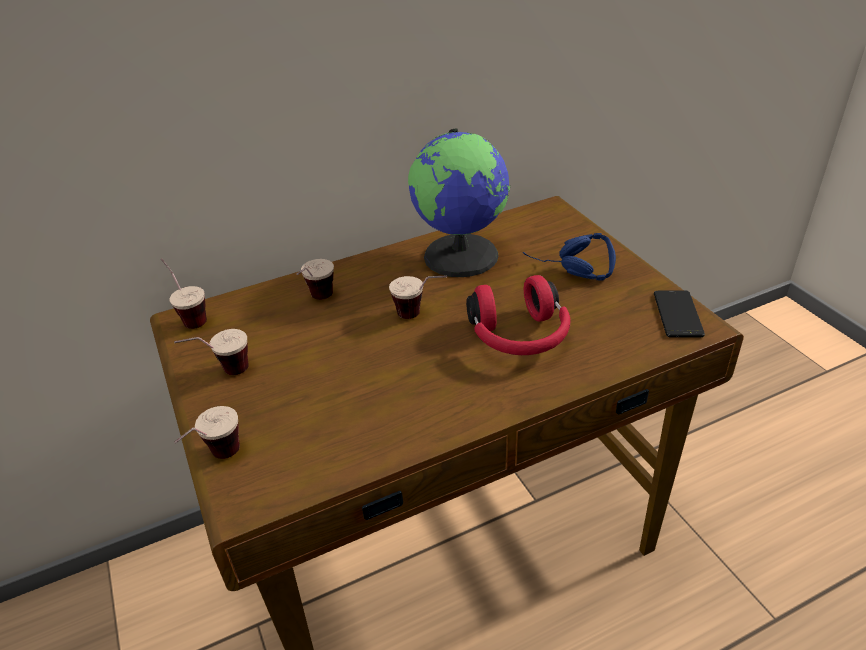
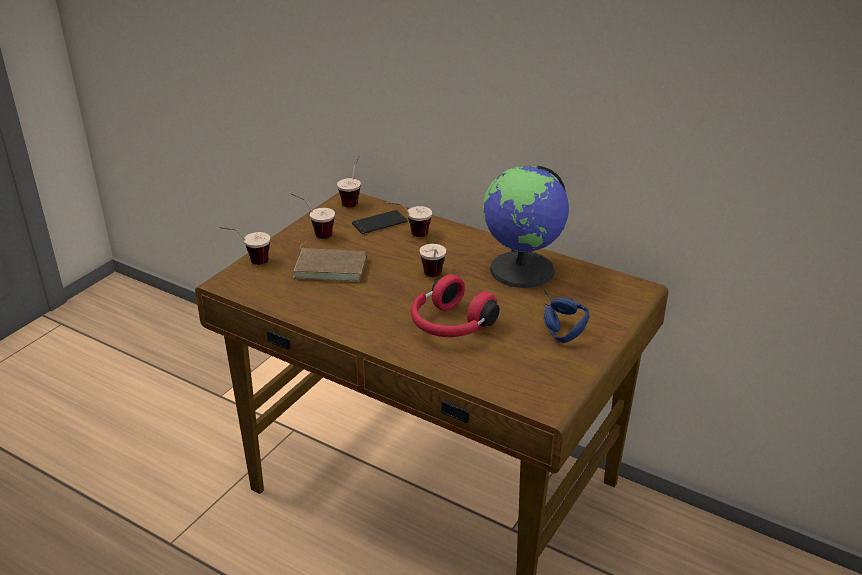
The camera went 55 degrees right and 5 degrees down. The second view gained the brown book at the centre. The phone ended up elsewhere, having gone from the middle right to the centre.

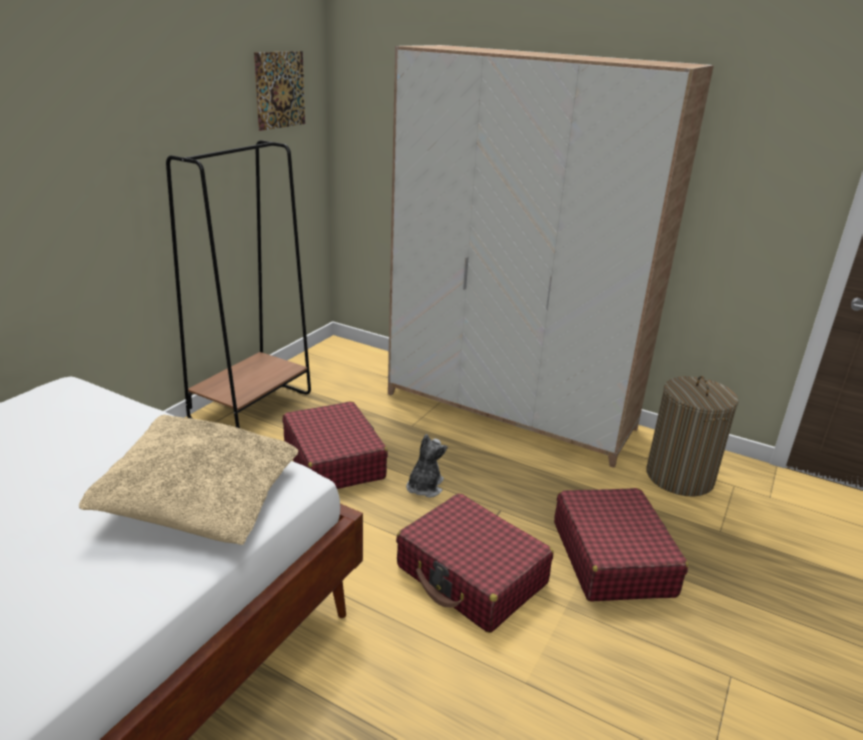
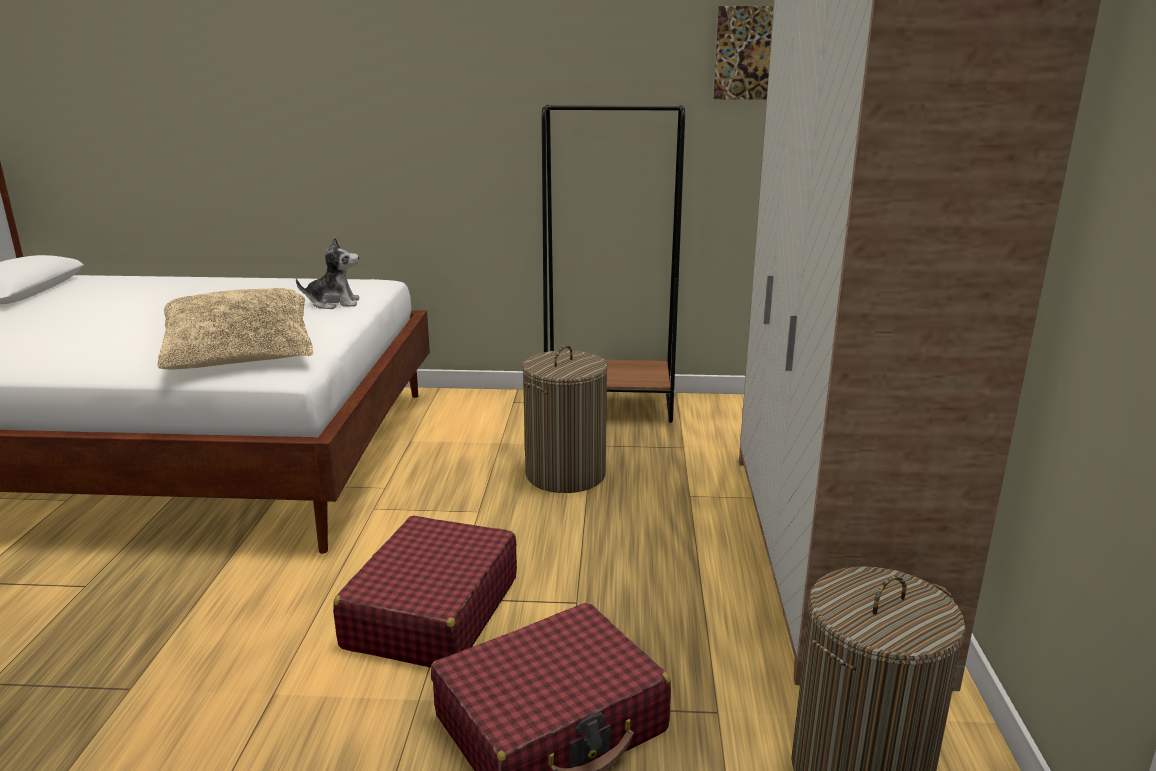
The camera went 65 degrees right and 5 degrees down. The plush toy ended up elsewhere, having gone from the centre to the middle left. Where the red suitcase (no. 1 from left) stood at the centre, the laundry basket (no. 1 from left) came to stand at the centre.

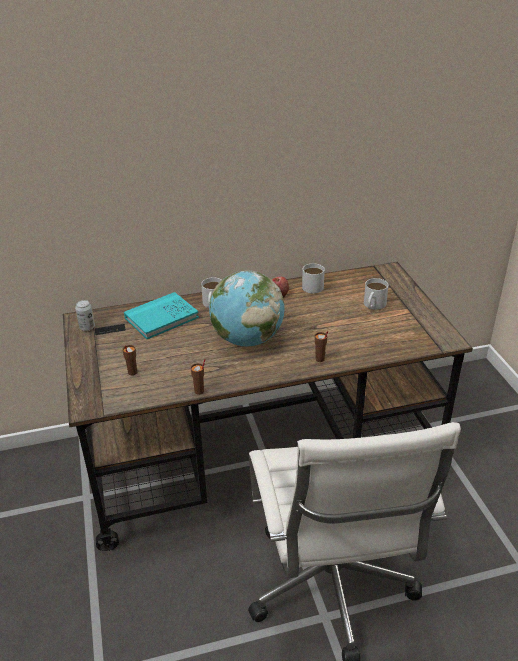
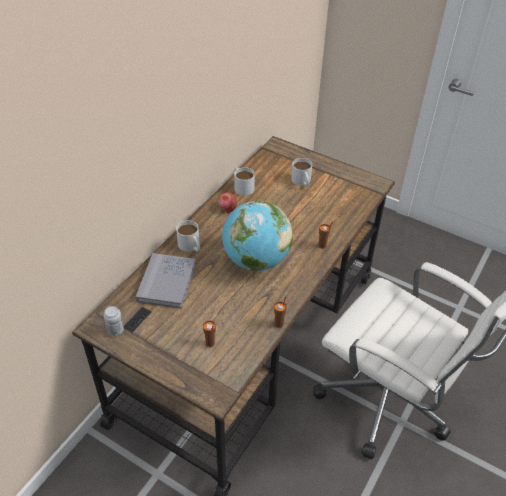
The camera went 45 degrees left and 10 degrees up. What was the turquoise book at the middle left turned into the grey book at the middle left.

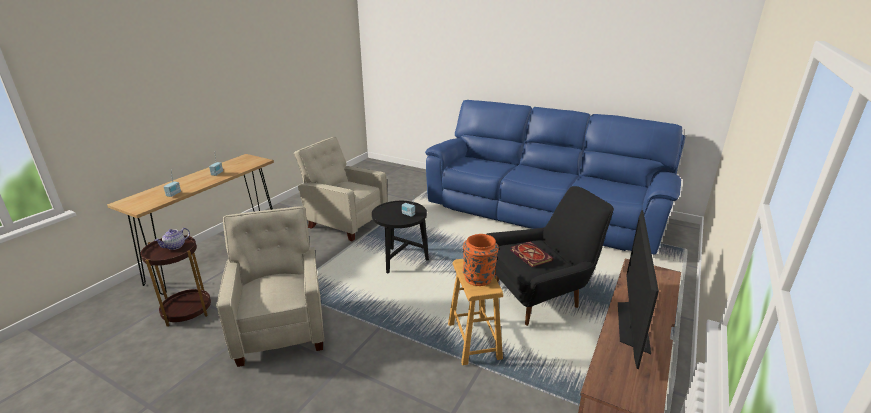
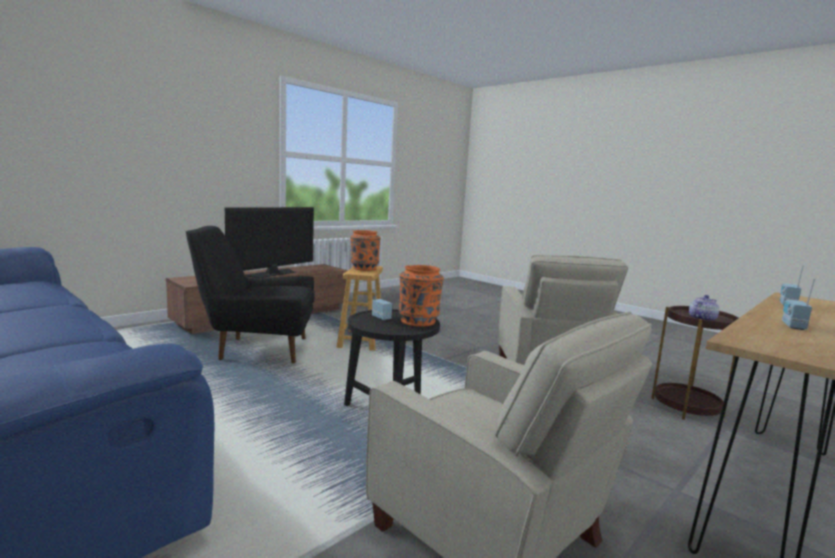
The camera went 165 degrees left and 15 degrees down. The second view lost the book at the centre. The second view gained the orange vase (no. 2 from left) at the centre.

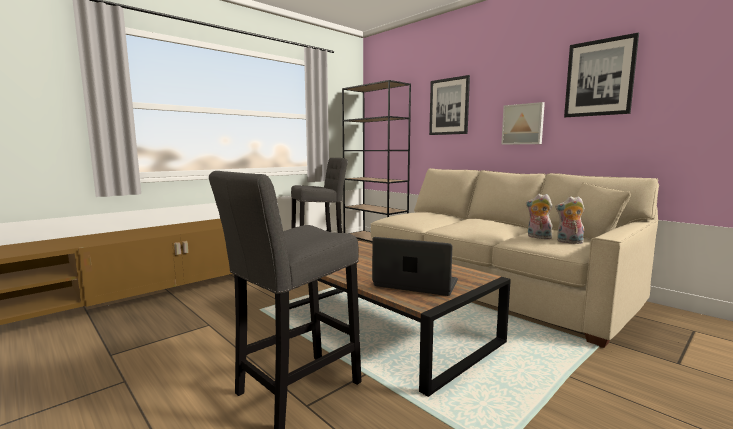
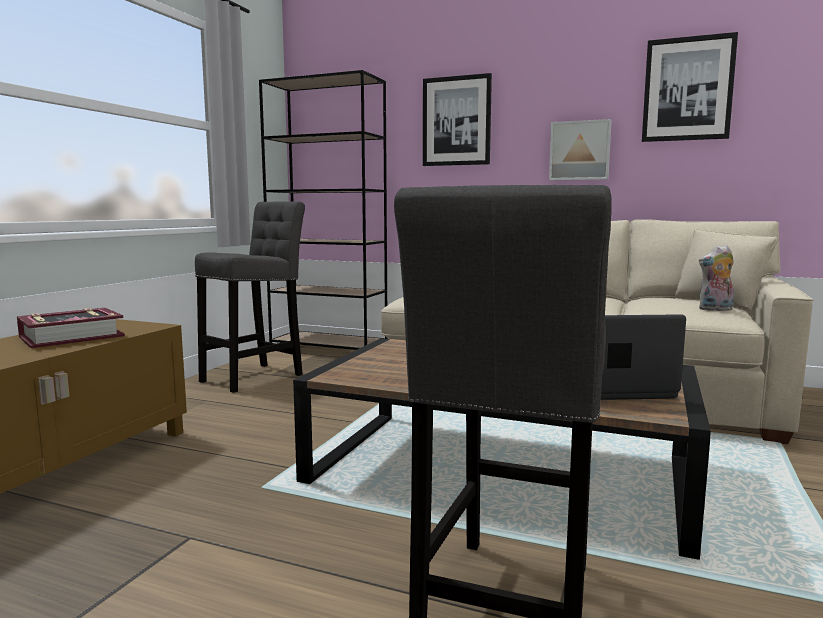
The camera went 25 degrees left and 0 degrees up. The second view lost the plush toy (no. 1 from left) at the middle right. The second view gained the book at the middle left.

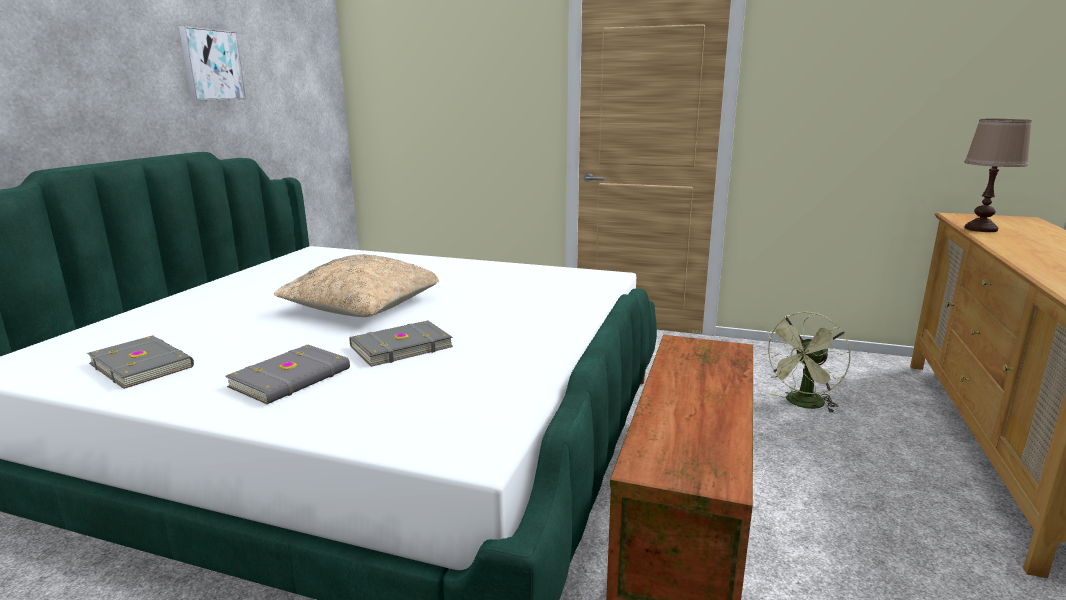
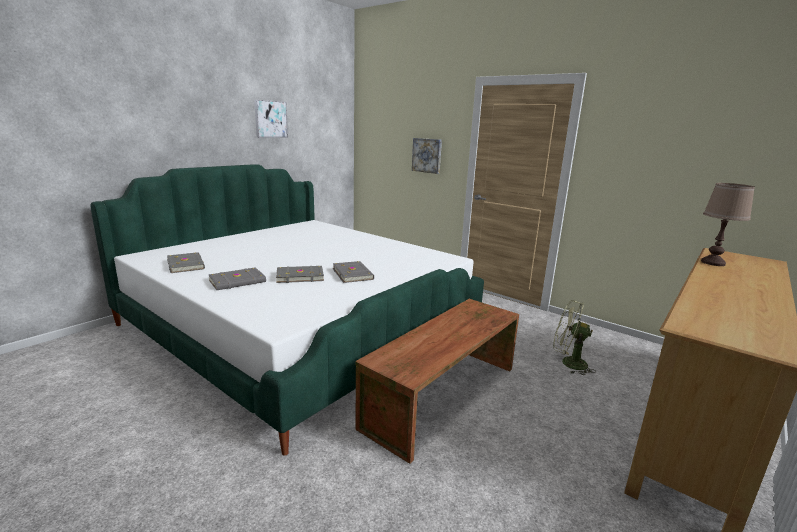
The camera went 20 degrees right and 0 degrees up. The second view lost the beige pillow at the centre. The second view gained the grey book (no. 4 from left) at the centre. The second view gained the picture (no. 2 from left) at the top centre. The green fan at the middle right ended up facing another way, 45 degrees clockwise from before.

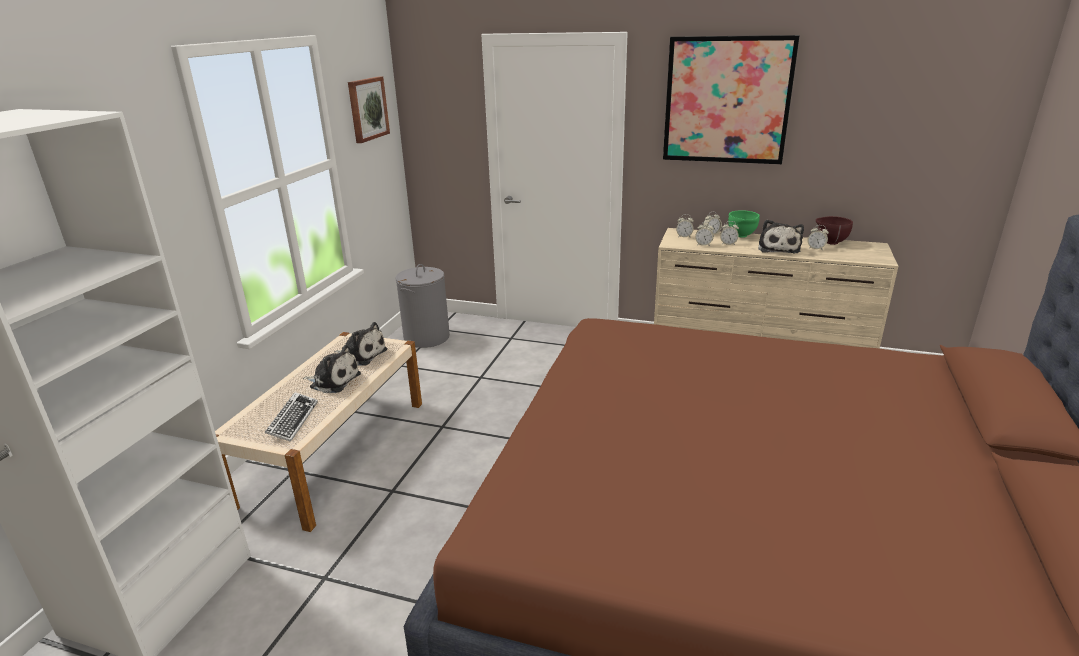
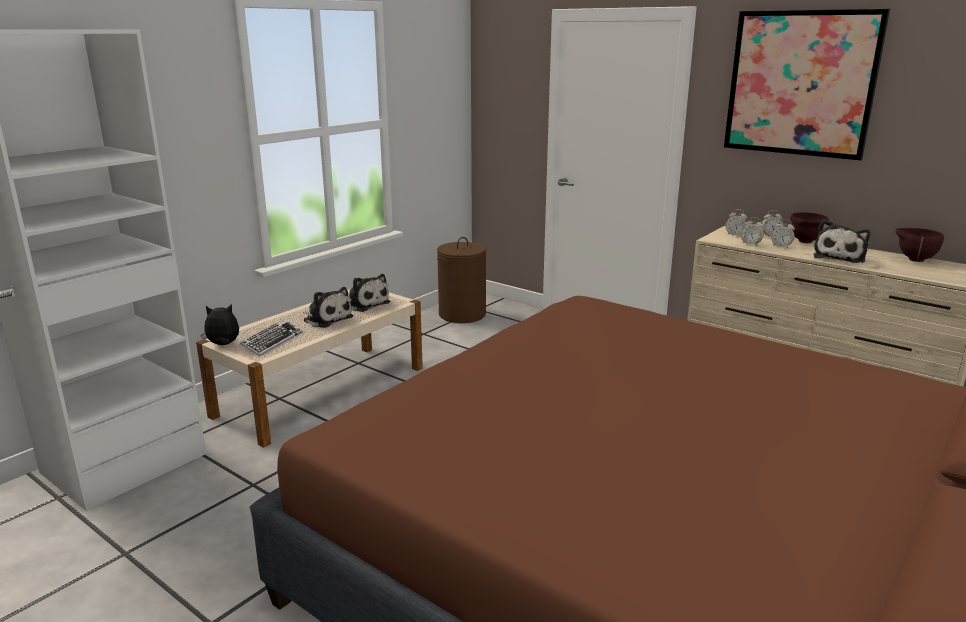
The camera went 20 degrees right and 5 degrees down. The second view lost the picture (no. 1 from left) at the top centre. The second view lost the alarm clock (no. 5 from left) at the middle right. The second view gained the plush toy (no. 1 from left) at the middle left. What was the grey laundry basket at the centre turned into the brown laundry basket at the centre. What was the green bowl at the middle right turned into the brown bowl (no. 1 from left) at the middle right.

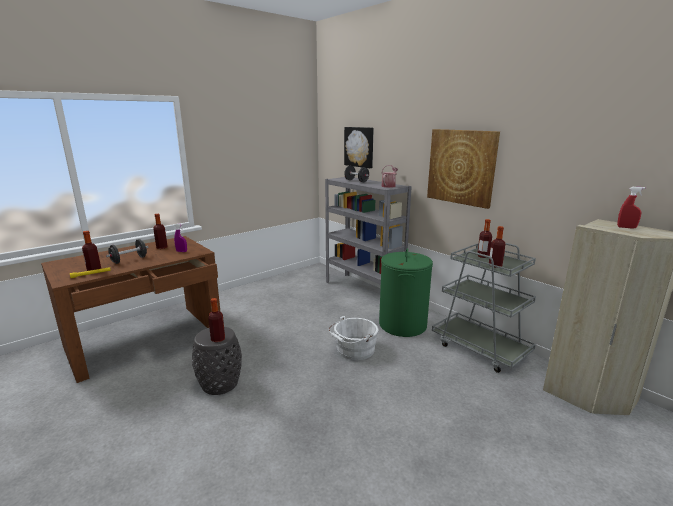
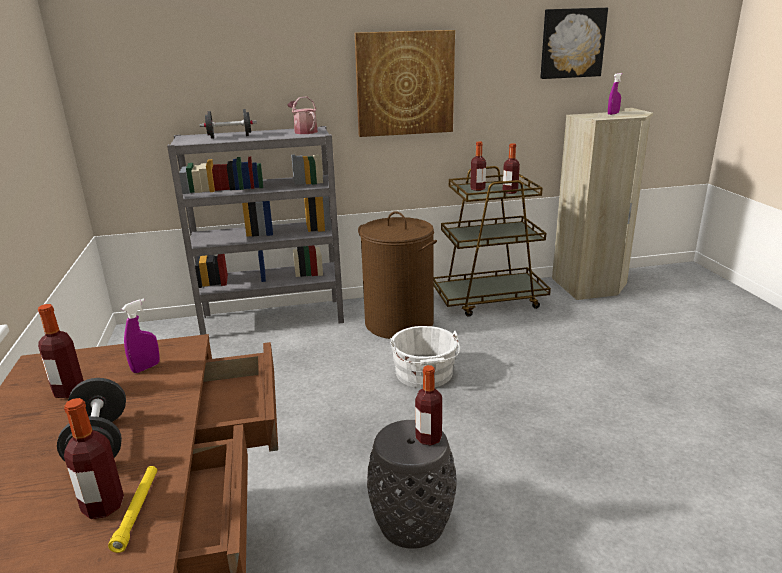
The camera went 60 degrees left and 5 degrees up. The picture (no. 1 from left in the first image) ended up elsewhere, having gone from the top centre to the top right. What was the green laundry basket at the centre turned into the brown laundry basket at the centre. What was the grey cart at the middle right turned into the brown cart at the centre. What was the red spray bottle at the middle right turned into the purple spray bottle (no. 2 from left) at the top right.

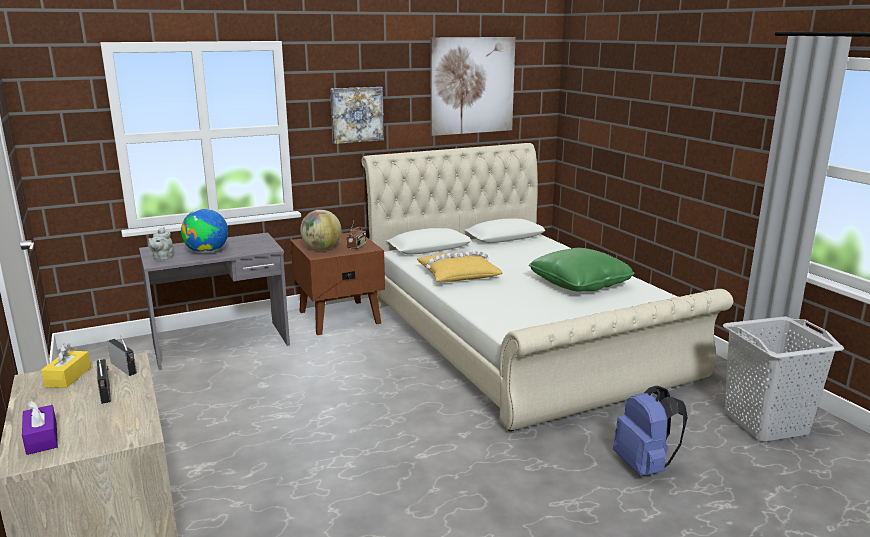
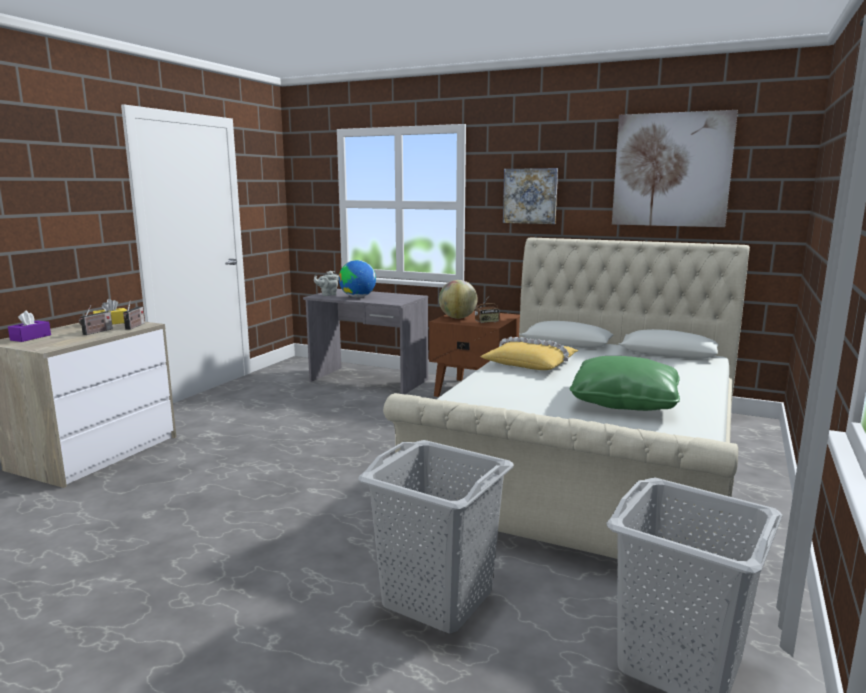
The camera went 50 degrees right and 5 degrees down. Where the blue backpack stood at the bottom right, the grey laundry basket (no. 1 from left) came to stand at the bottom centre.

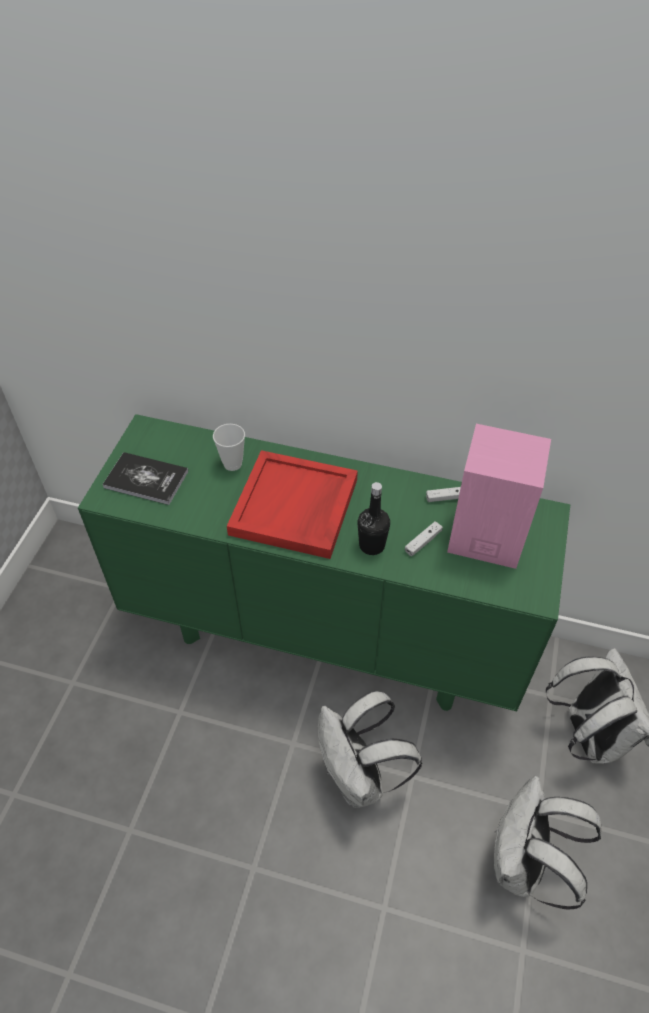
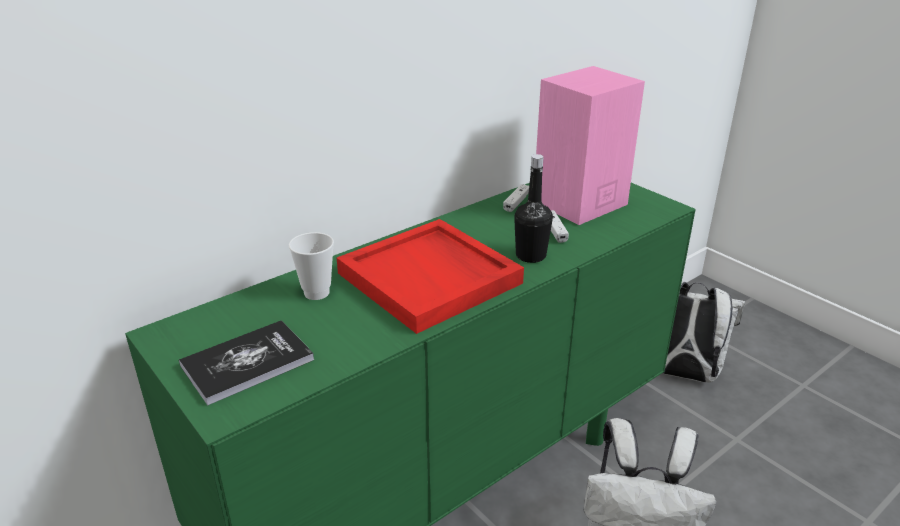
The camera went 55 degrees left and 20 degrees down. The second view lost the white backpack (no. 2 from left) at the bottom right.

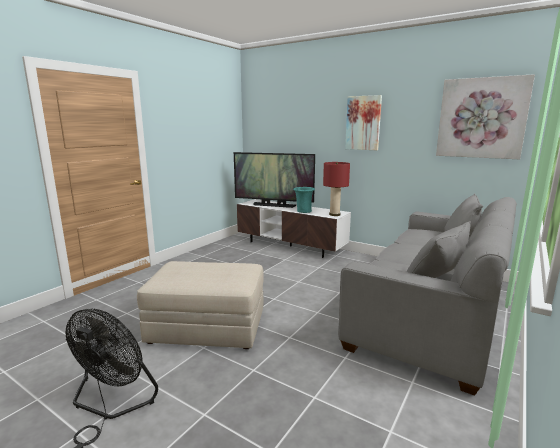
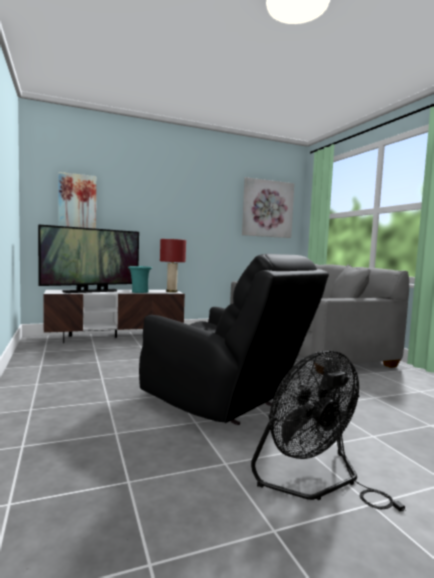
The camera went 55 degrees left and 10 degrees down. The picture (no. 1 from left) ended up elsewhere, having gone from the top centre to the middle left. Where the beige ottoman stood at the bottom centre, the black armchair came to stand at the centre.

